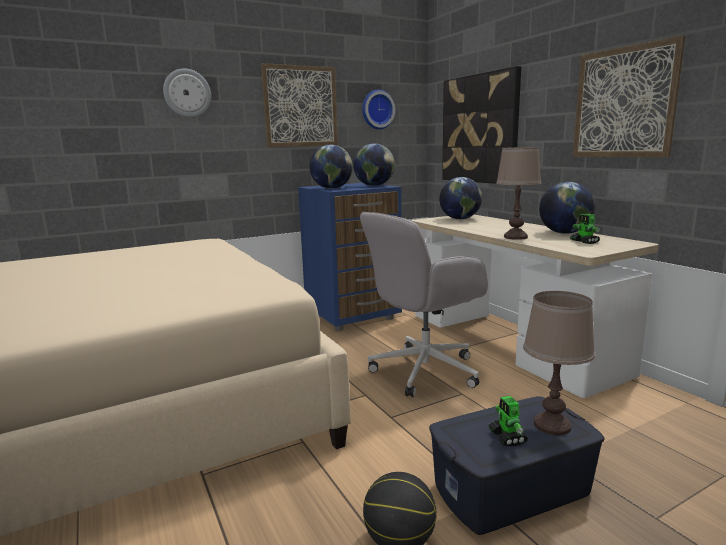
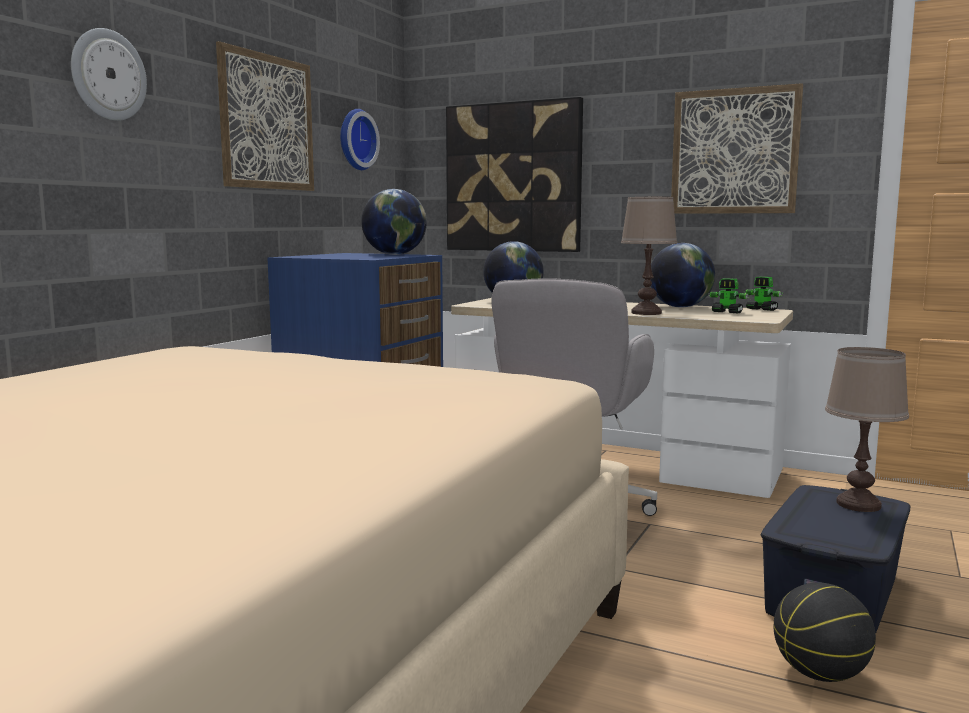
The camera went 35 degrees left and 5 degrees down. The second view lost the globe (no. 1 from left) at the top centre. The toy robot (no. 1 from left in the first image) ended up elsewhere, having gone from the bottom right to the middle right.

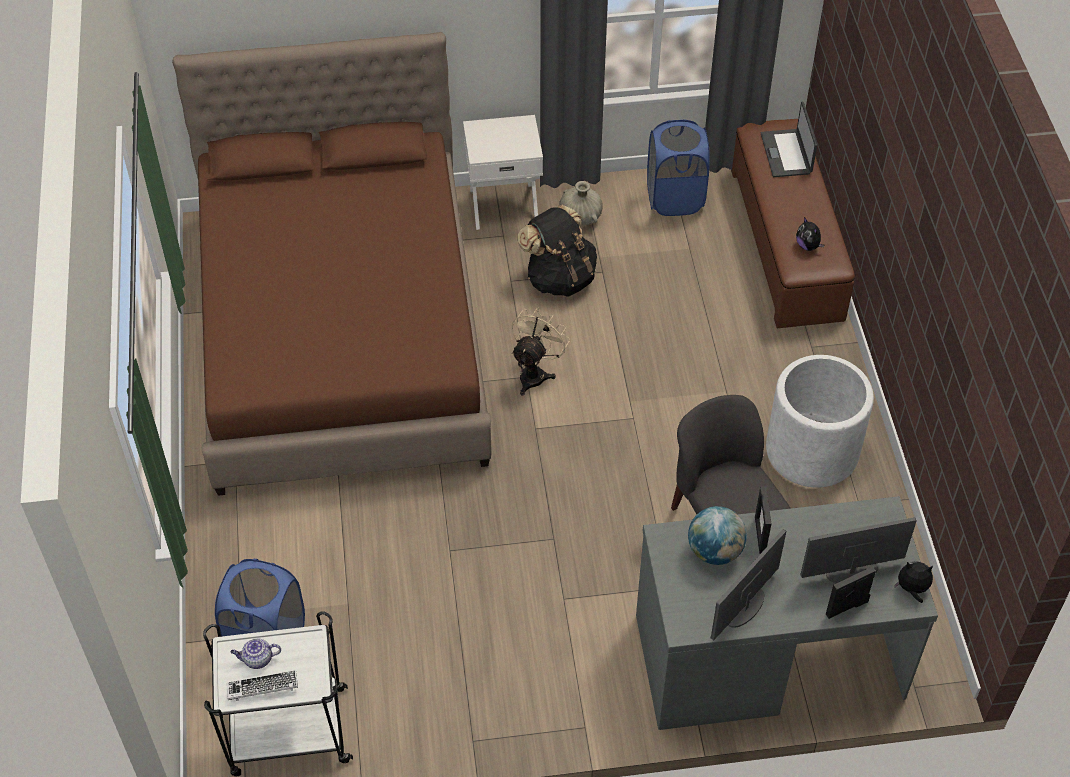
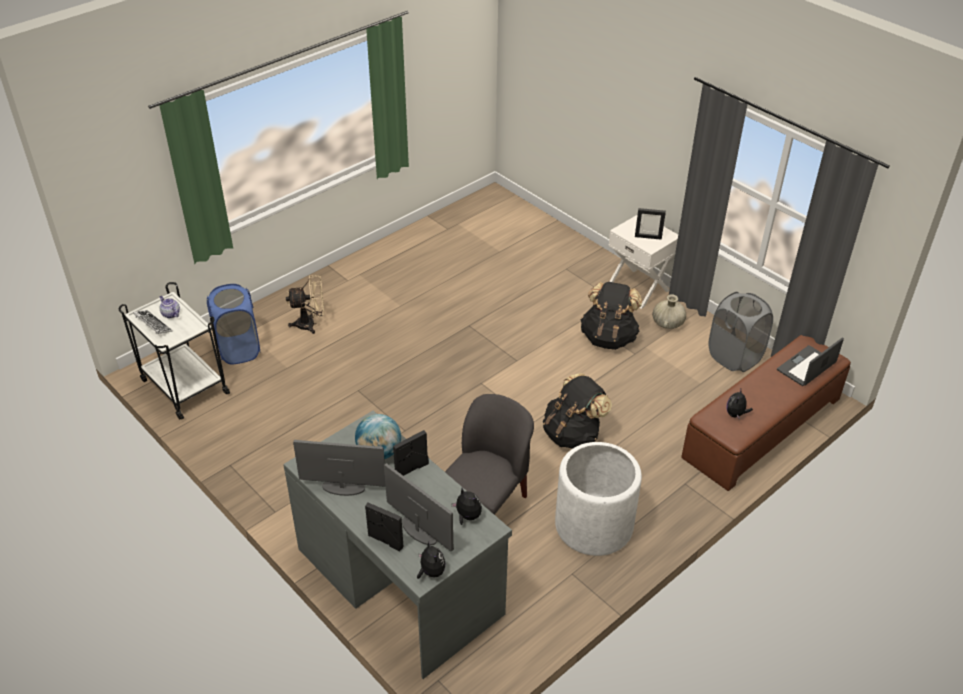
The camera went 55 degrees right and 10 degrees down. The second view lost the brown bed at the middle left. The second view gained the plush toy (no. 2 from left) at the bottom centre. The second view gained the black backpack (no. 1 from left) at the centre. The second view gained the picture frame (no. 3 from left) at the top right. The beige fan ended up elsewhere, having gone from the centre to the middle left. What was the blue laundry basket (no. 2 from left) at the top centre turned into the grey laundry basket at the middle right.

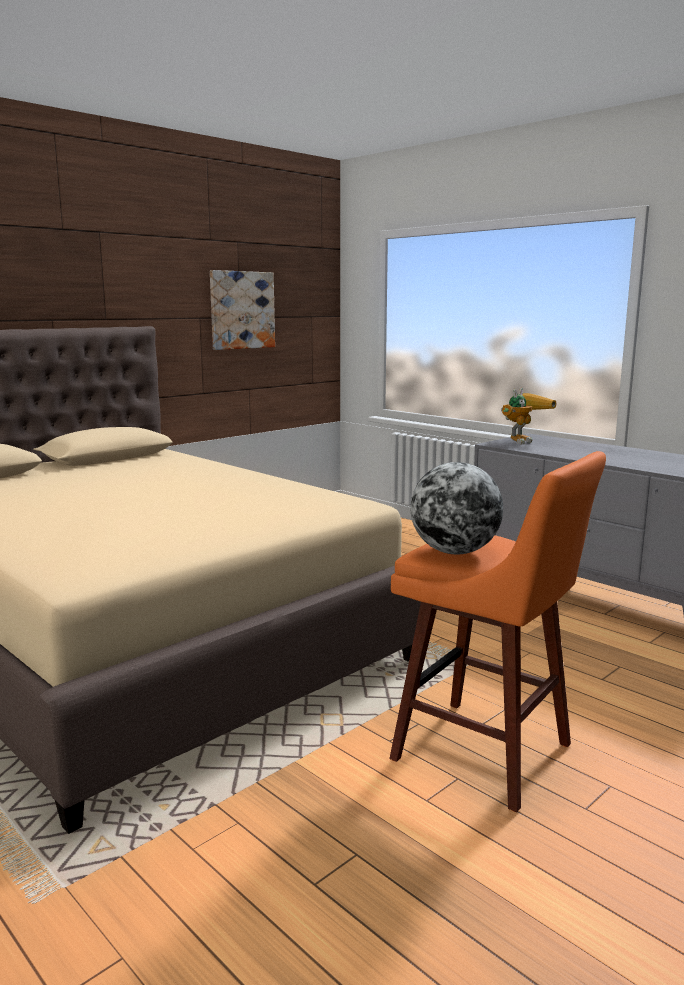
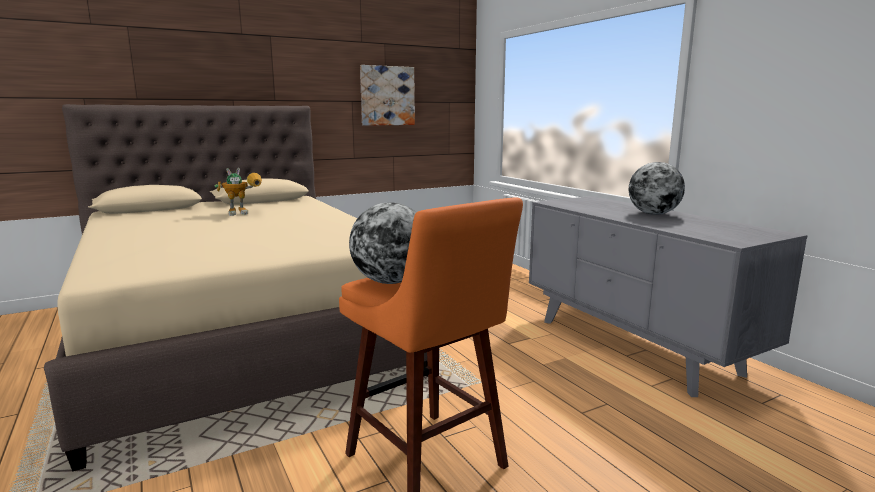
The camera went 15 degrees right and 0 degrees up. The second view gained the globe (no. 2 from left) at the middle right. The toy robot ended up elsewhere, having gone from the middle right to the middle left.

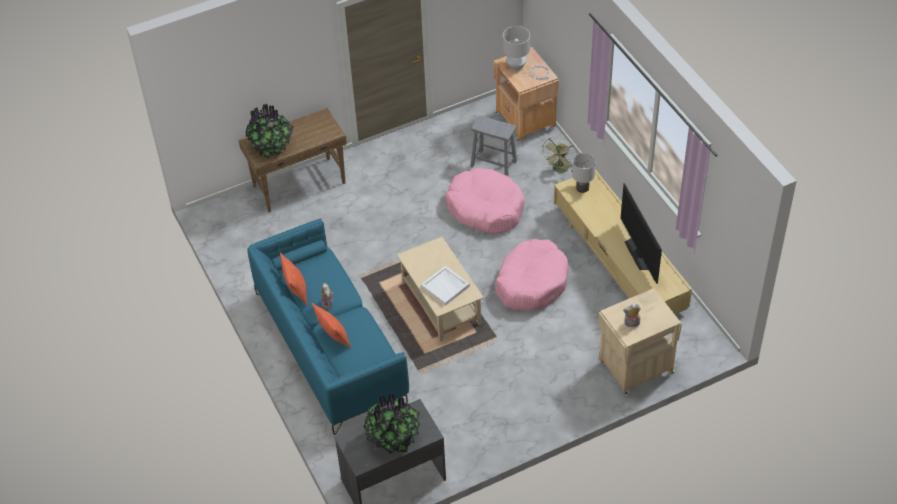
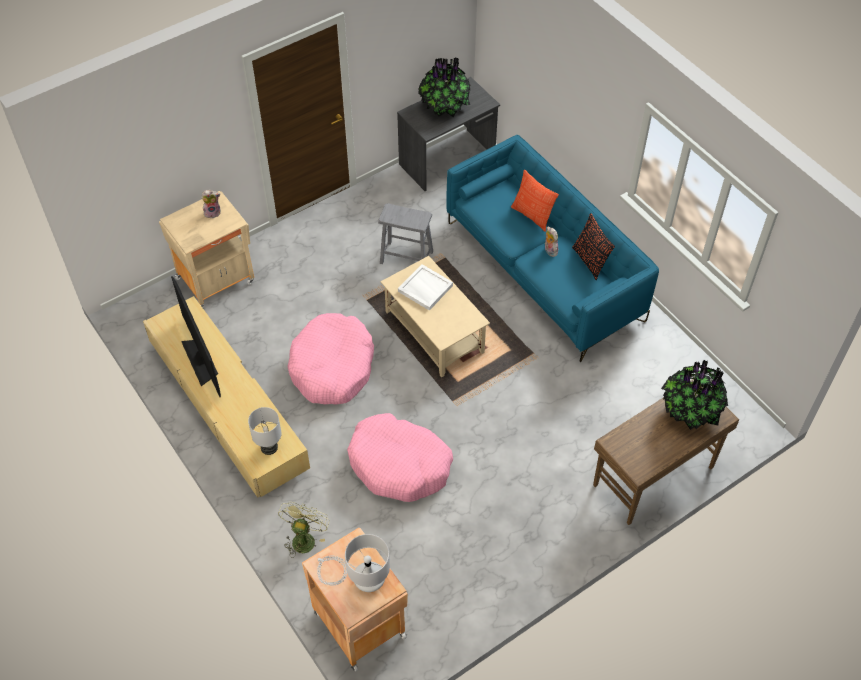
The camera went 170 degrees right and 5 degrees up. The grey stool ended up elsewhere, having gone from the top centre to the centre. What was the orange pillow (no. 1 from left) at the middle left turned into the black pillow at the middle right.

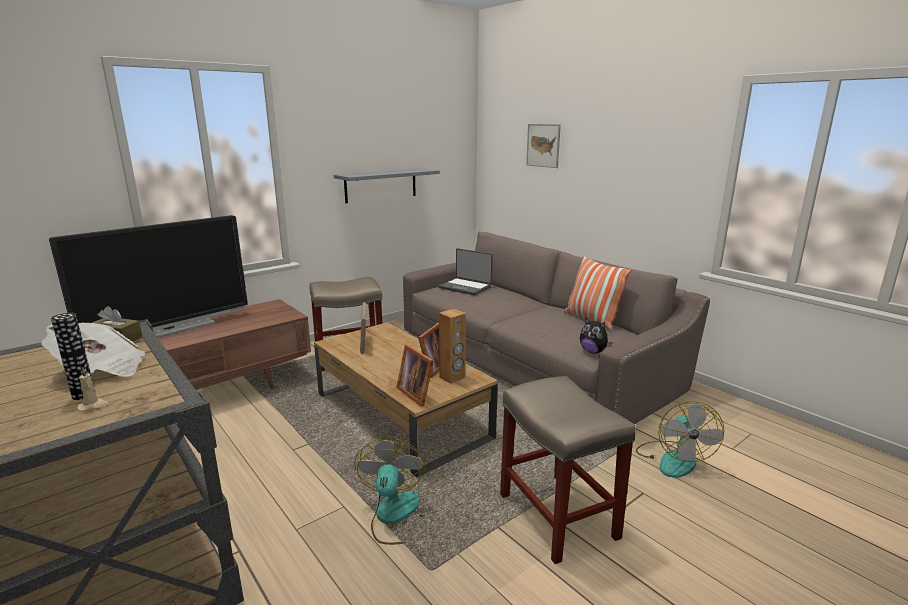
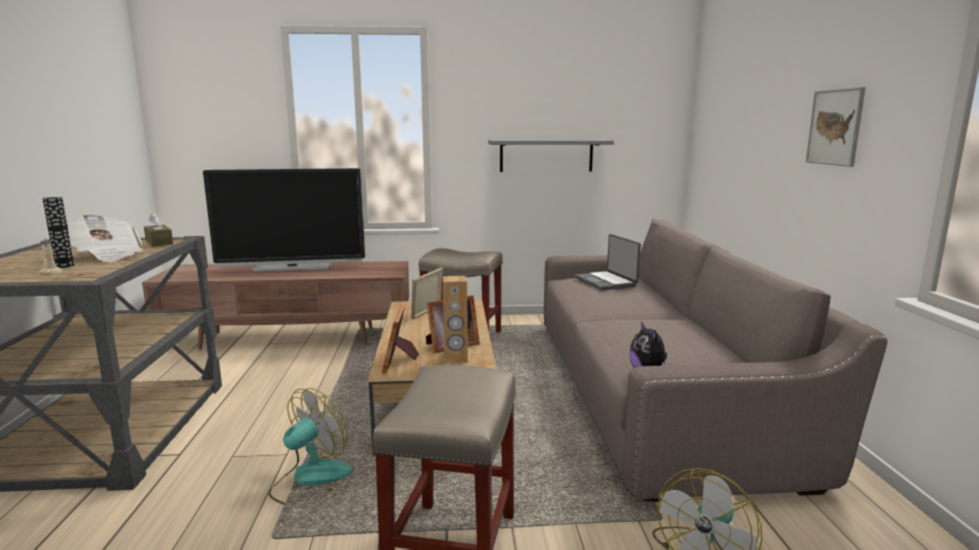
The camera went 35 degrees right and 5 degrees down. The second view lost the pillow at the centre. The picture ended up elsewhere, having gone from the top centre to the top right.

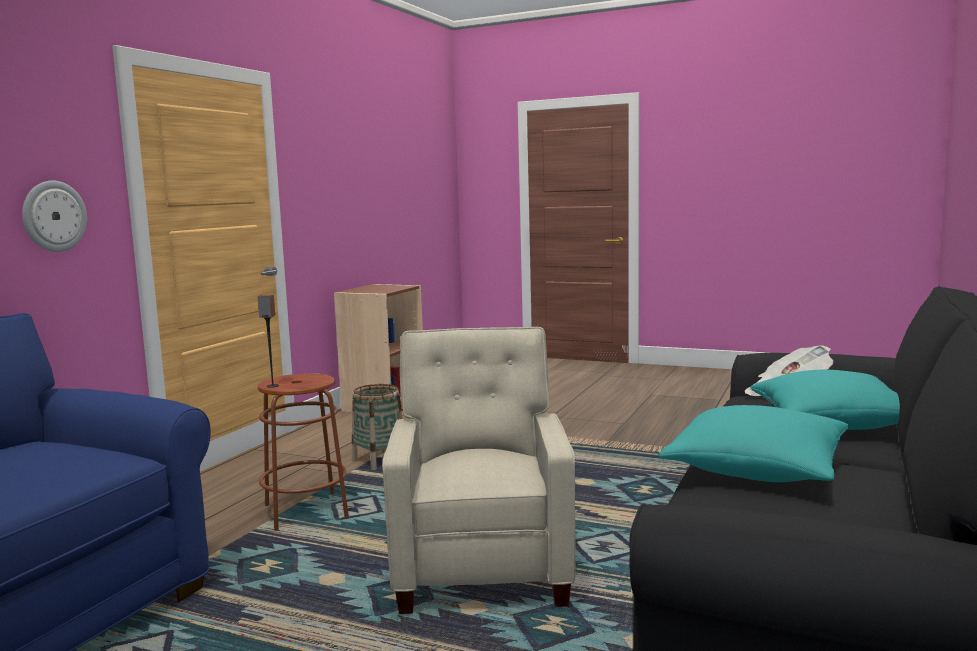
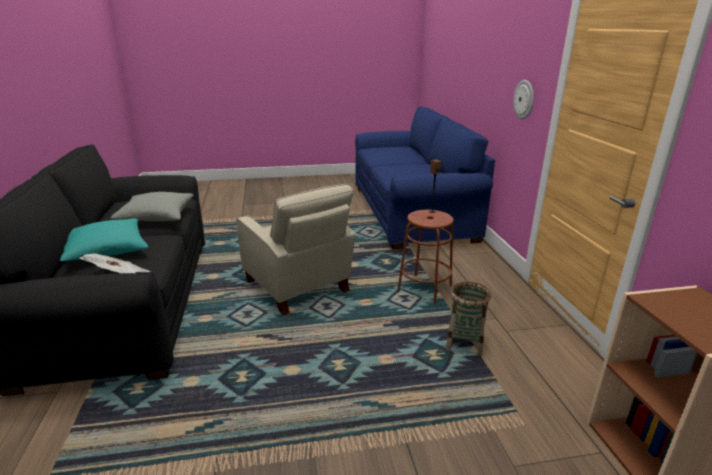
The camera went 145 degrees right and 15 degrees up. What was the turquoise pillow (no. 1 from left) at the bottom right turned into the grey pillow at the middle left.

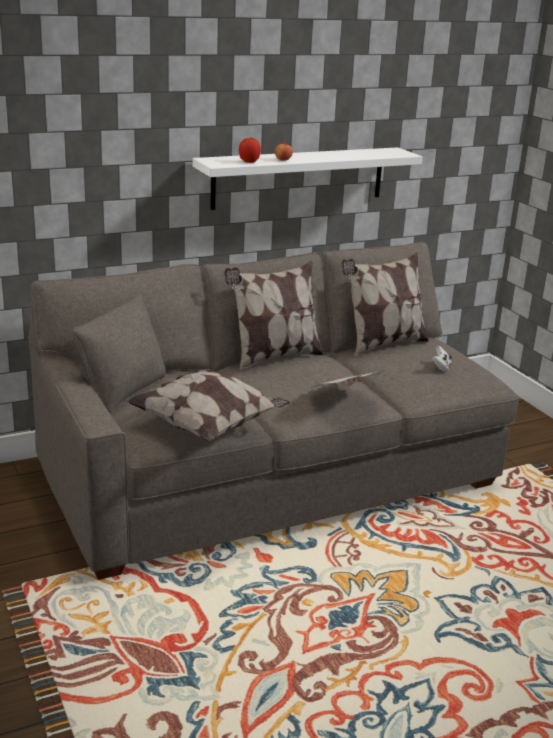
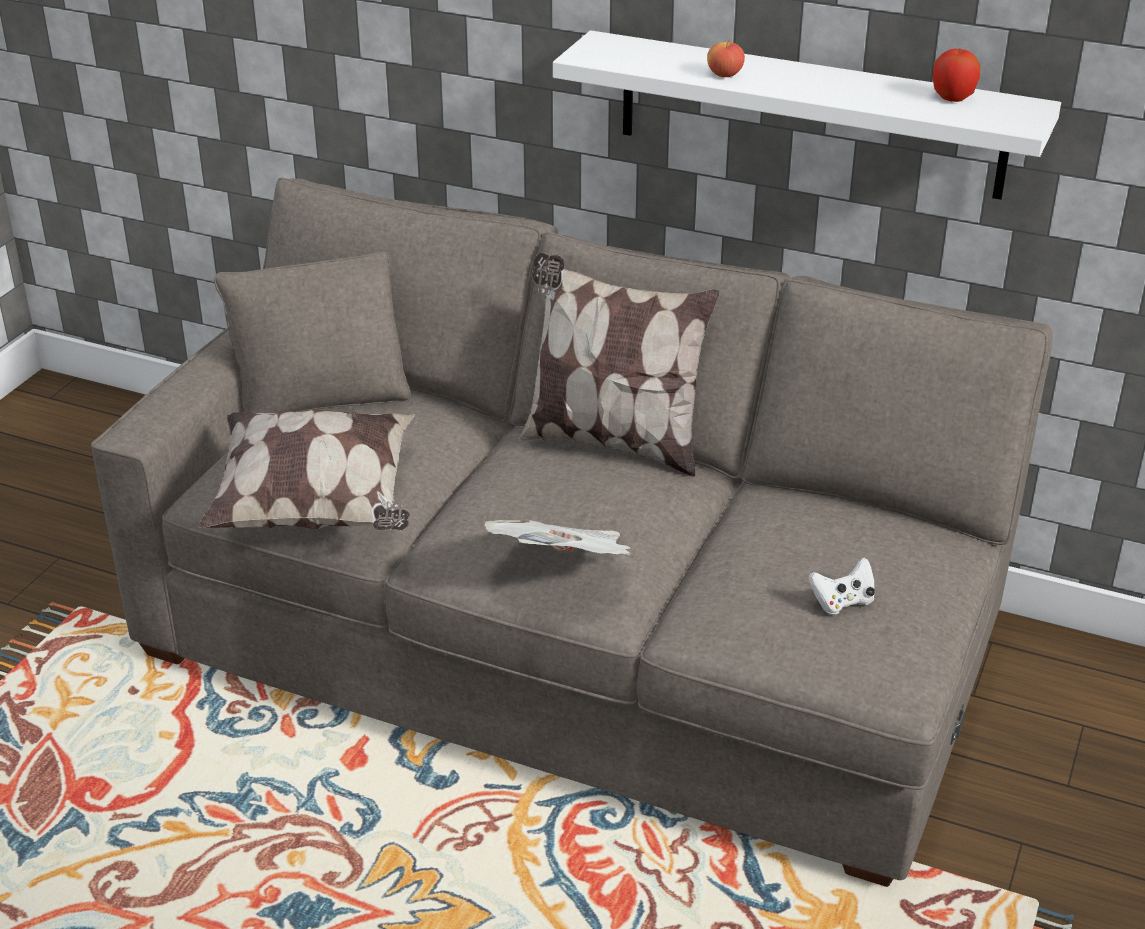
The camera went 50 degrees right and 10 degrees up. The second view lost the pillow (no. 3 from left) at the middle right. The apple (no. 1 from left in the first image) ended up elsewhere, having gone from the top centre to the top right.

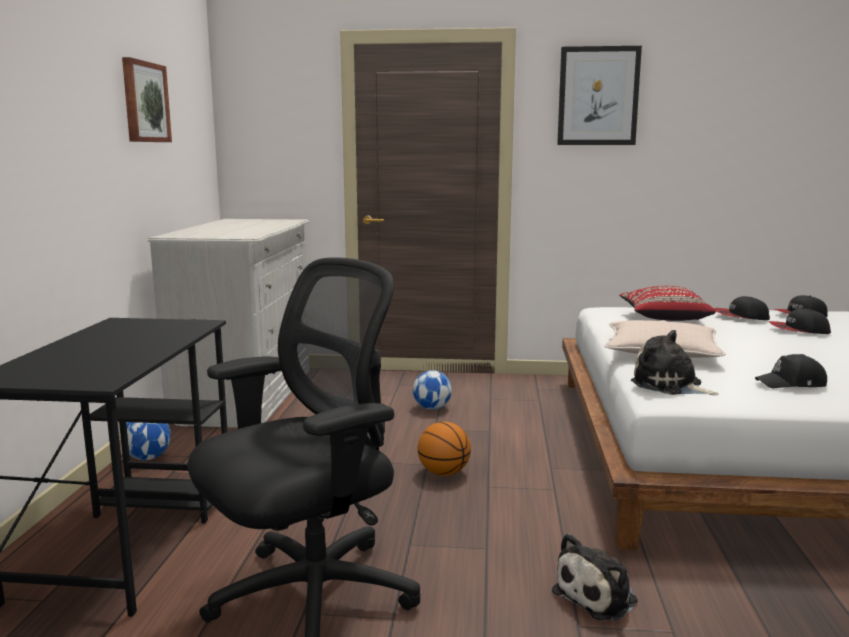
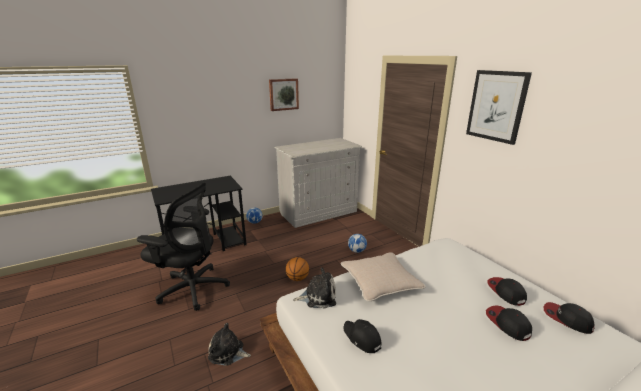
The camera went 55 degrees right and 10 degrees up. The second view lost the red pillow at the middle right. The plush toy (no. 2 from left) at the middle right ended up facing another way, 75 degrees clockwise from before.

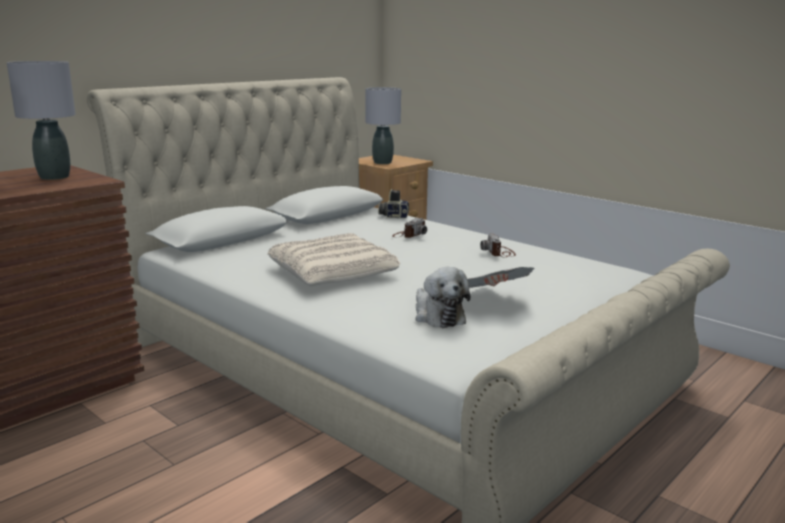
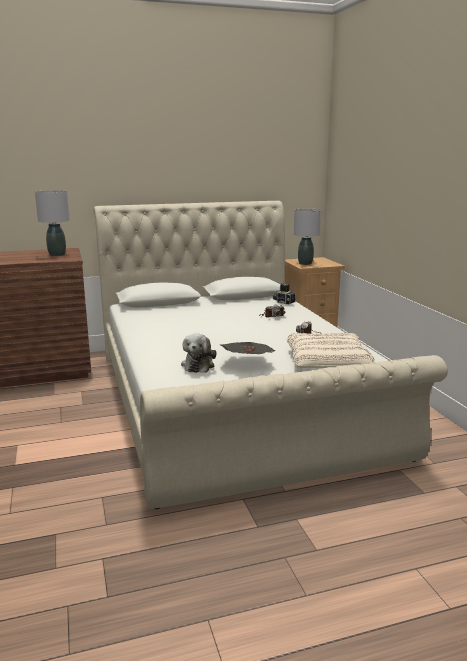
The camera went 30 degrees right and 0 degrees up. The beige pillow ended up elsewhere, having gone from the centre to the middle right.

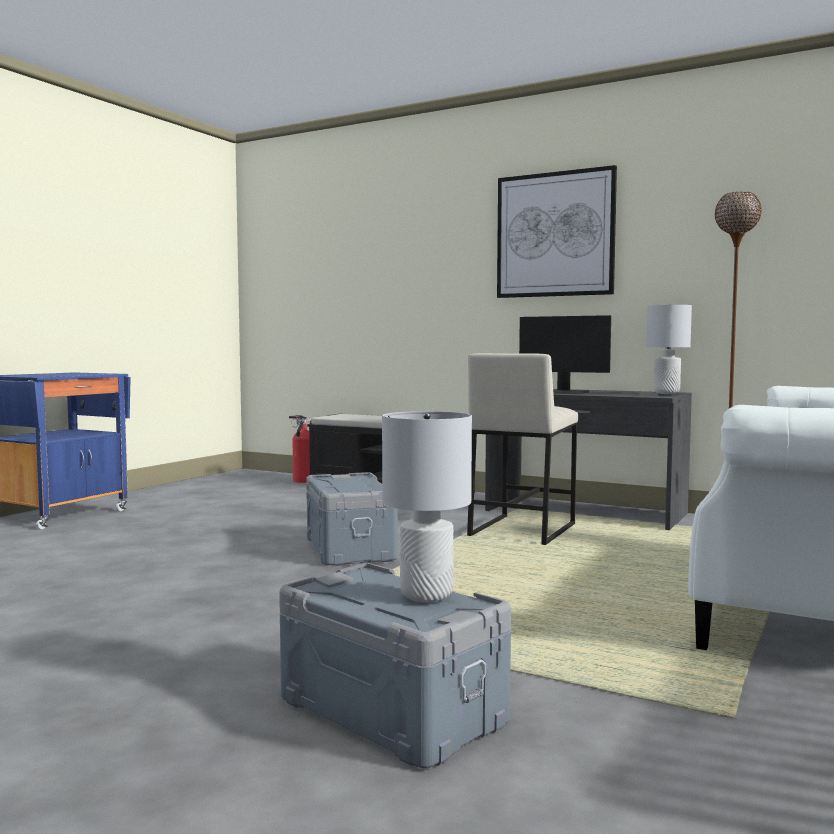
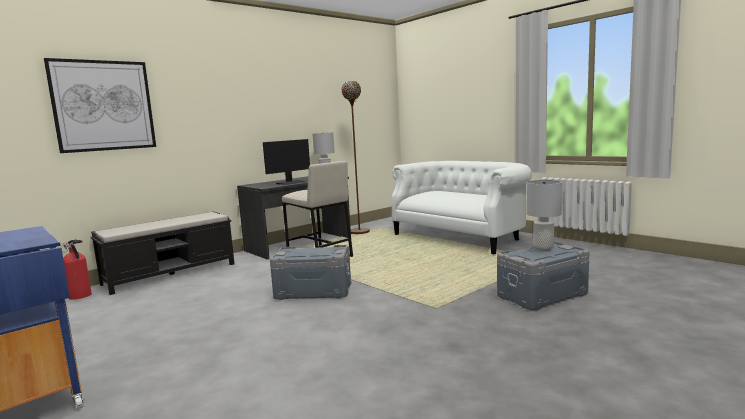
The camera went 70 degrees left and 5 degrees up. The picture ended up elsewhere, having gone from the top right to the top left.

